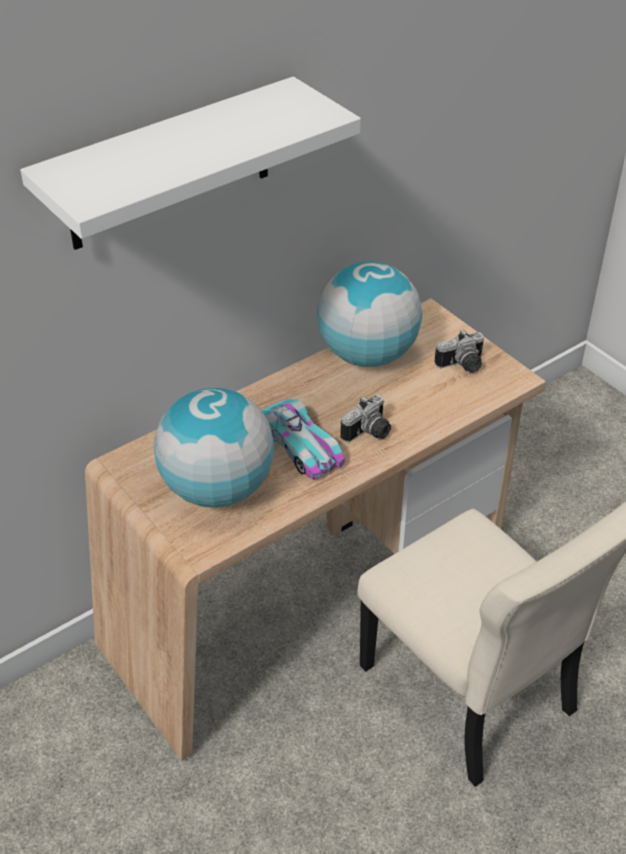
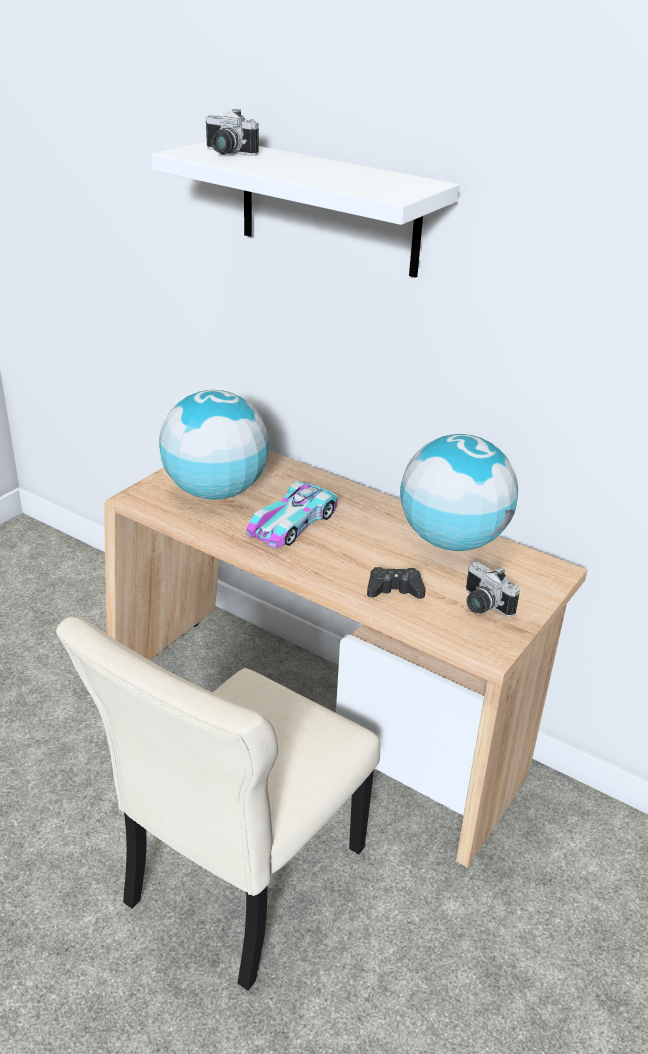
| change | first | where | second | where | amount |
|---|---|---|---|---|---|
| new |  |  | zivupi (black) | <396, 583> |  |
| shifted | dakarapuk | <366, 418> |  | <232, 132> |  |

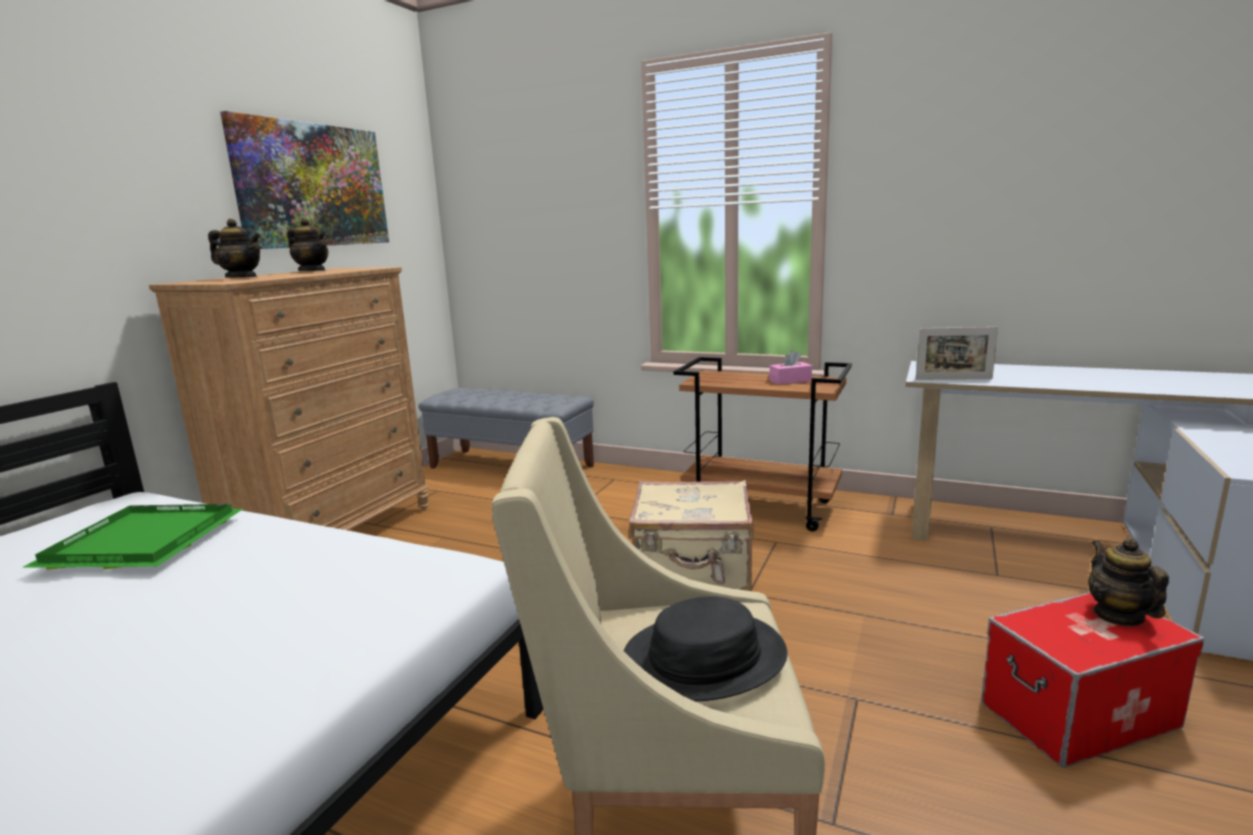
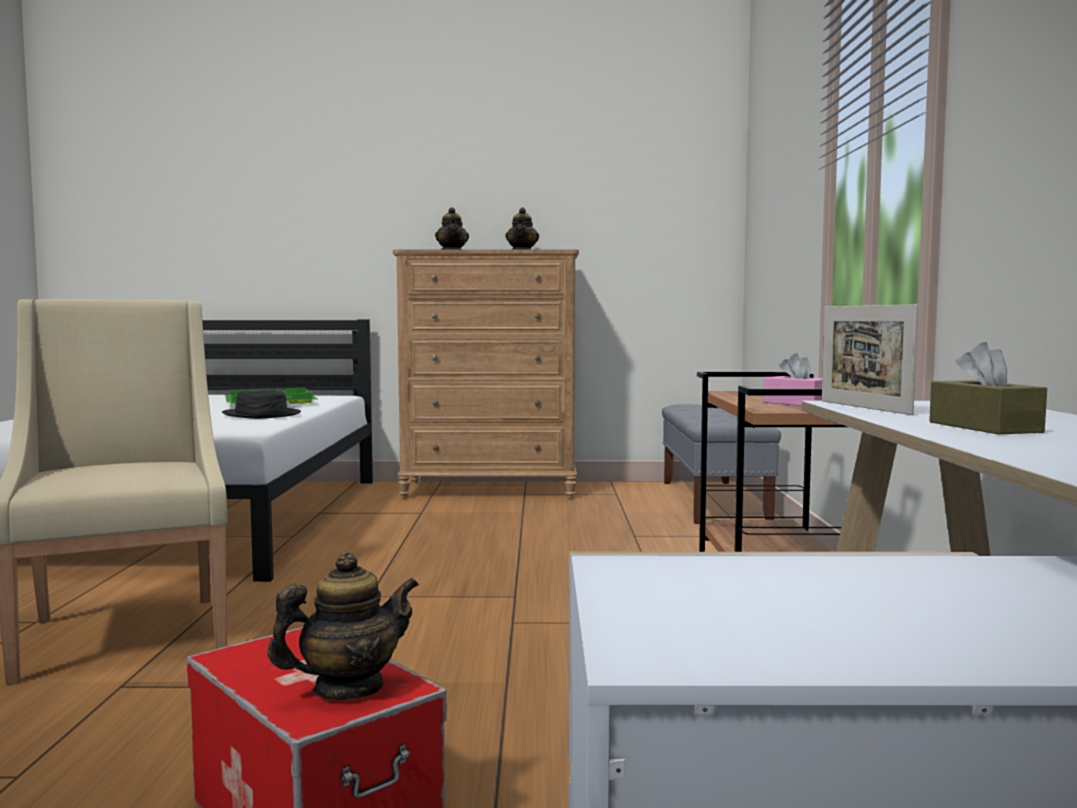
| change | first | where | second | where | amount |
|---|---|---|---|---|---|
| gone | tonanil | <304, 180> |  |  |  |
| gone | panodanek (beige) | <691, 535> |  |  |  |
| new |  |  | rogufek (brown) | <988, 388> |  |
| shifted | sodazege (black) | <705, 649> |  | <261, 404> |  |

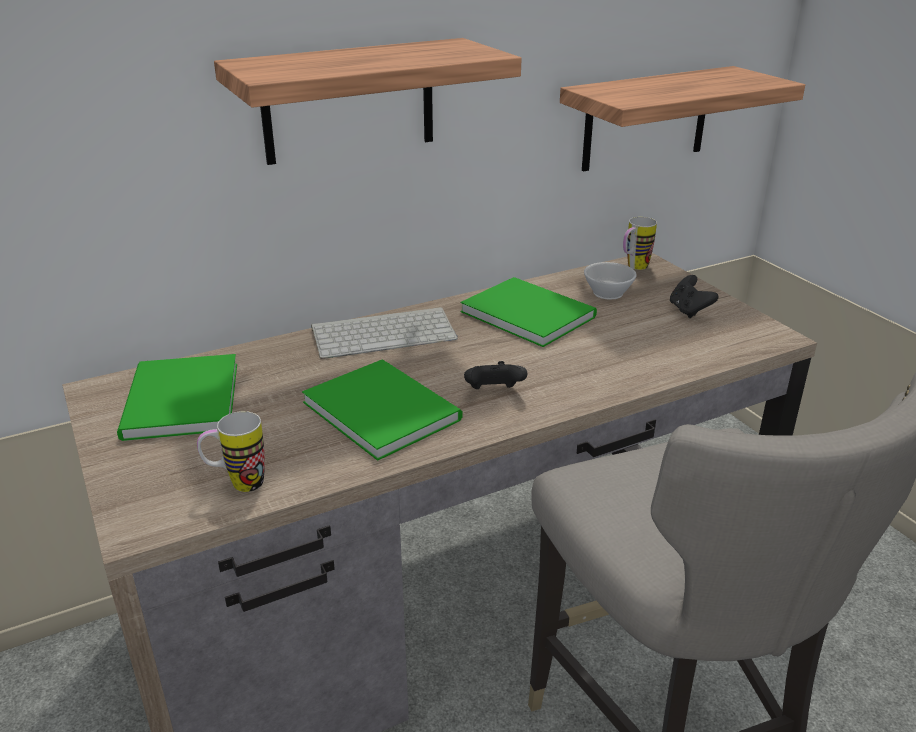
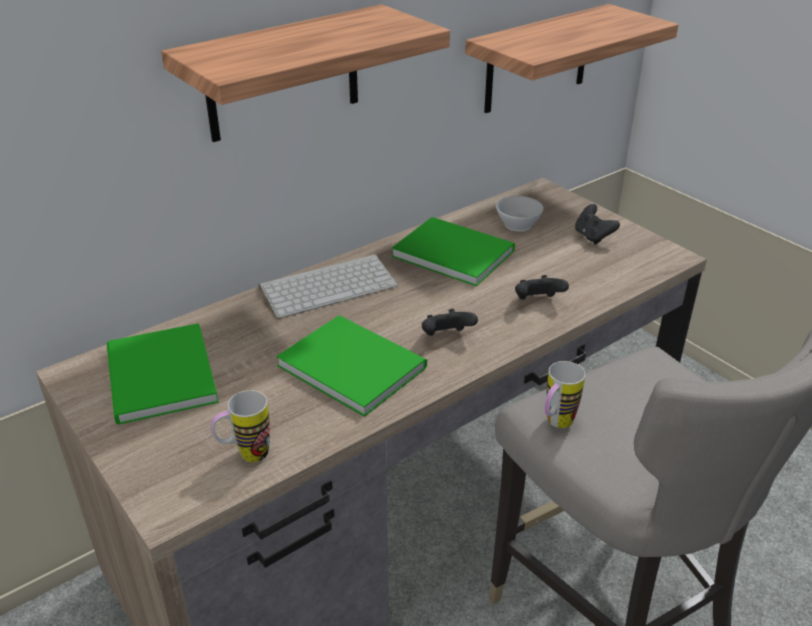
| change | first | where | second | where | amount |
|---|---|---|---|---|---|
| new |  |  | zivupi (black) | <542, 287> |  |
| shifted | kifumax | <640, 243> |  | <564, 394> |  |

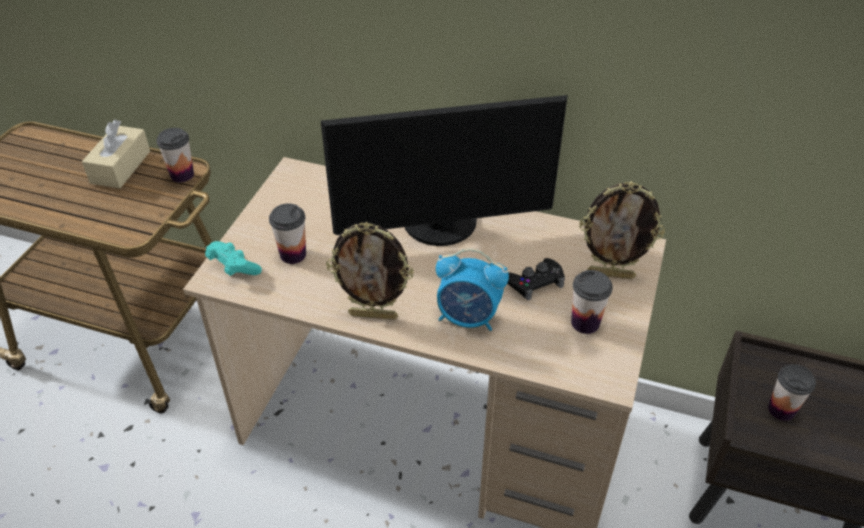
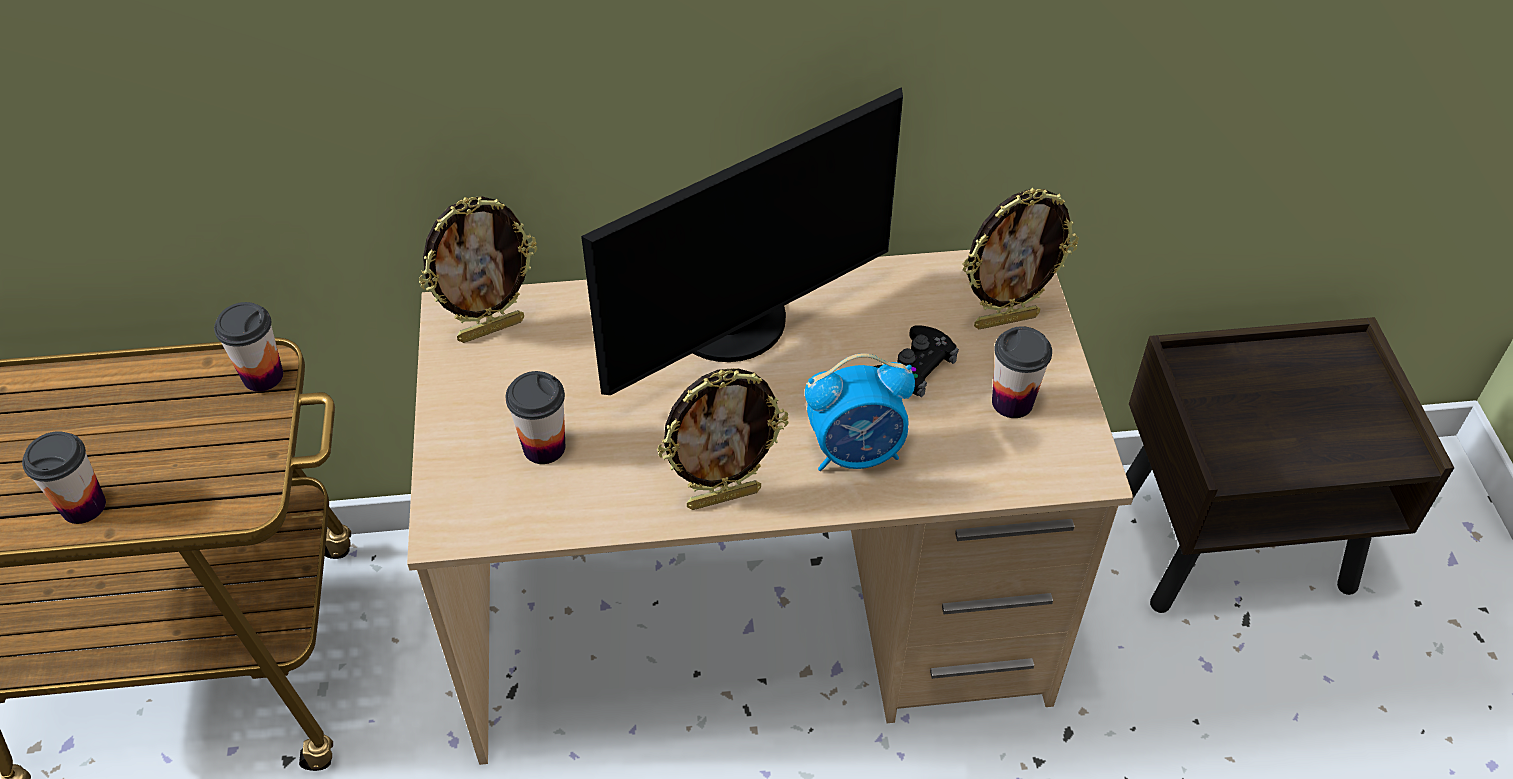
| change | first | where | second | where | amount |
|---|---|---|---|---|---|
| gone | rogufek (beige) | <116, 154> |  |  |  |
| gone | zivupi (turquoise) | <233, 258> |  |  |  |
| new |  |  | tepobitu | <478, 269> |  |
| shifted | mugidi | <792, 392> |  | <64, 477> |  |

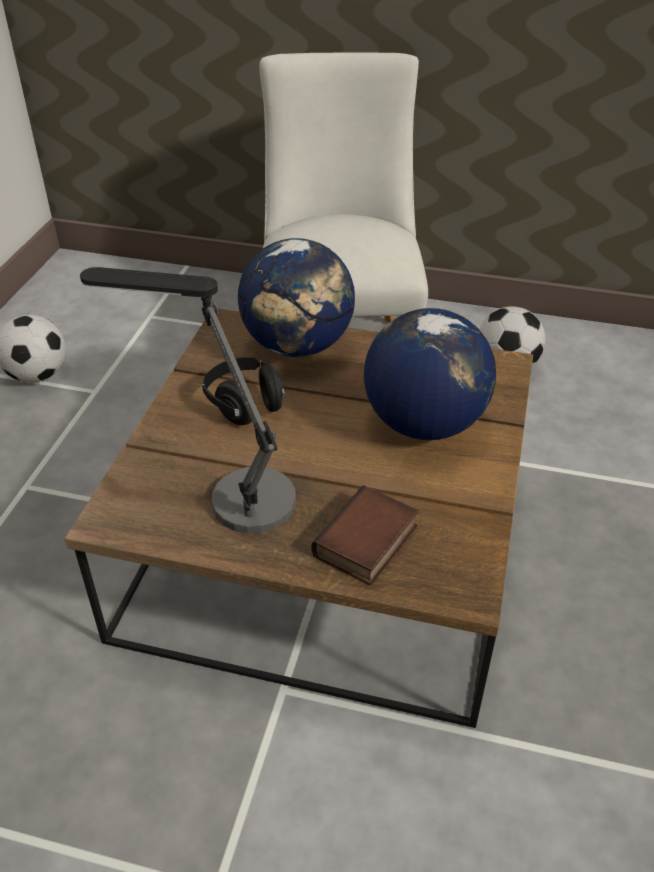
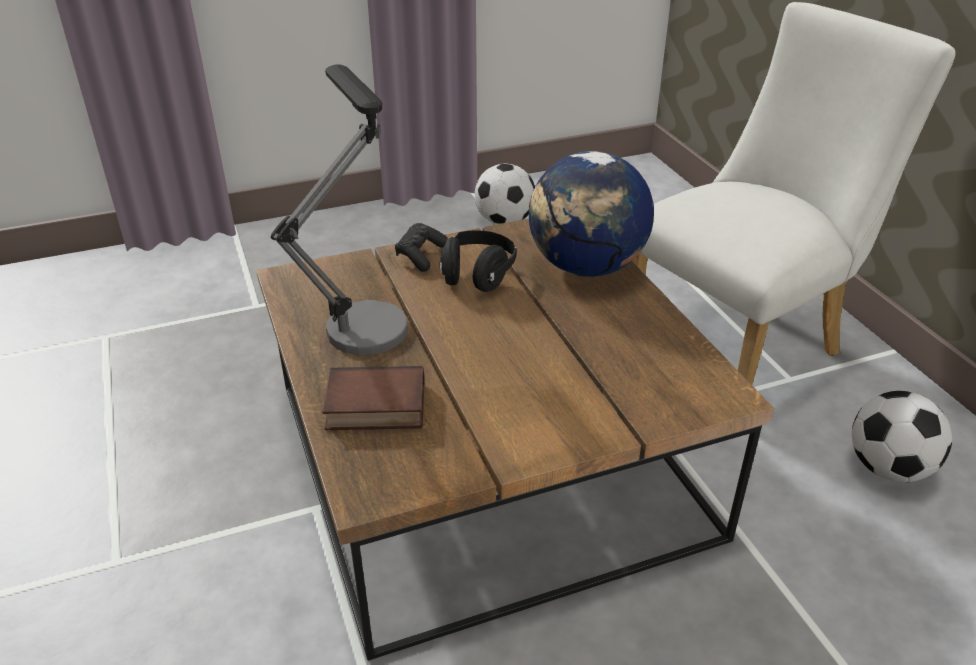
| change | first | where | second | where | amount |
|---|---|---|---|---|---|
| gone | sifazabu | <430, 374> |  |  |  |
| new |  |  | zivupi (black) | <421, 247> |  |

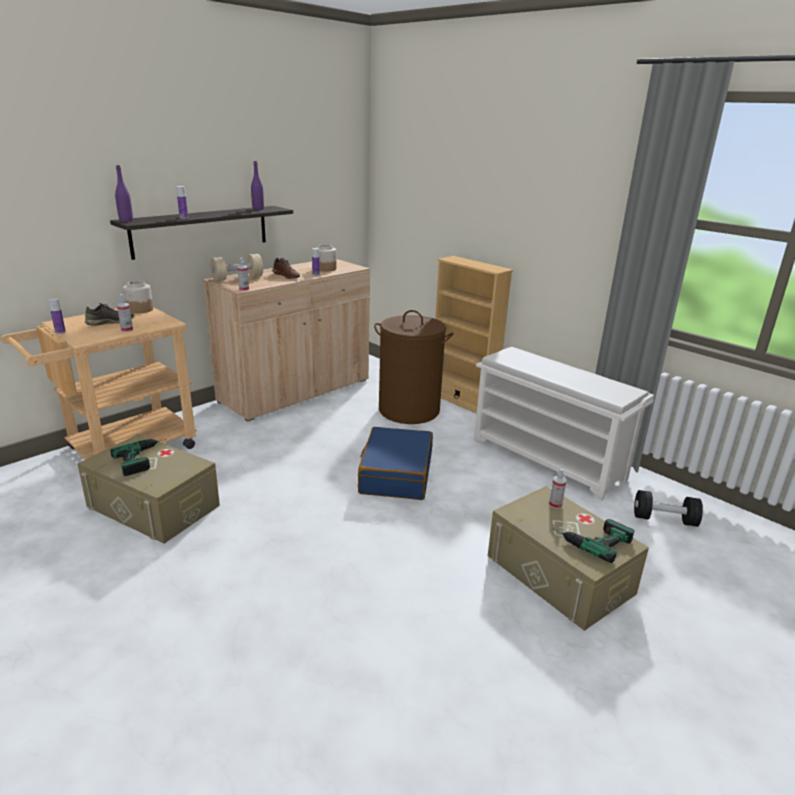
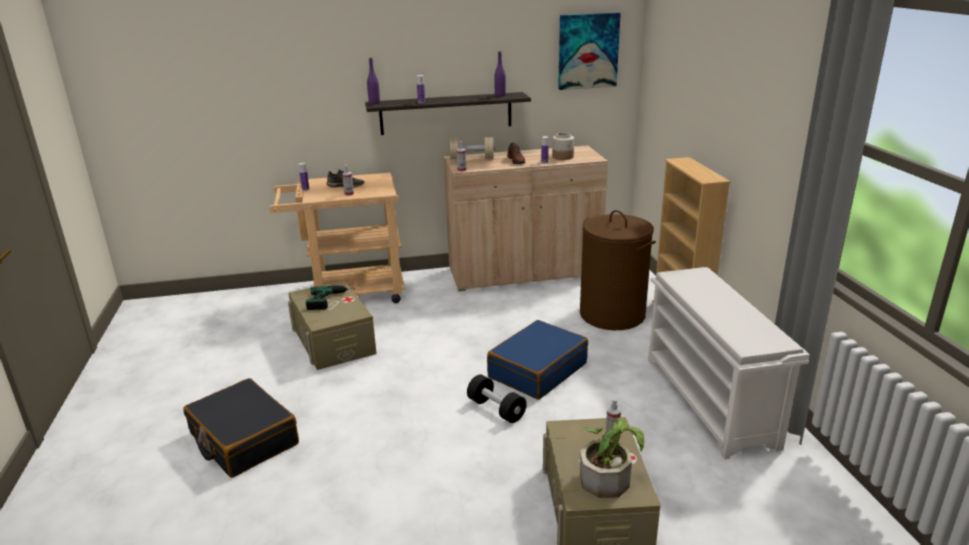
| change | first | where | second | where | amount |
|---|---|---|---|---|---|
| gone | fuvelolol | <138, 297> |  |  |  |
| new |  |  | panodanek (black) | <241, 428> |  |
| new |  |  | tonanil | <589, 51> |  |
| shifted | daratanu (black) | <668, 508> |  | <497, 398> |  |
| swapped | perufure | <593, 541> | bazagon | <612, 458> |  |

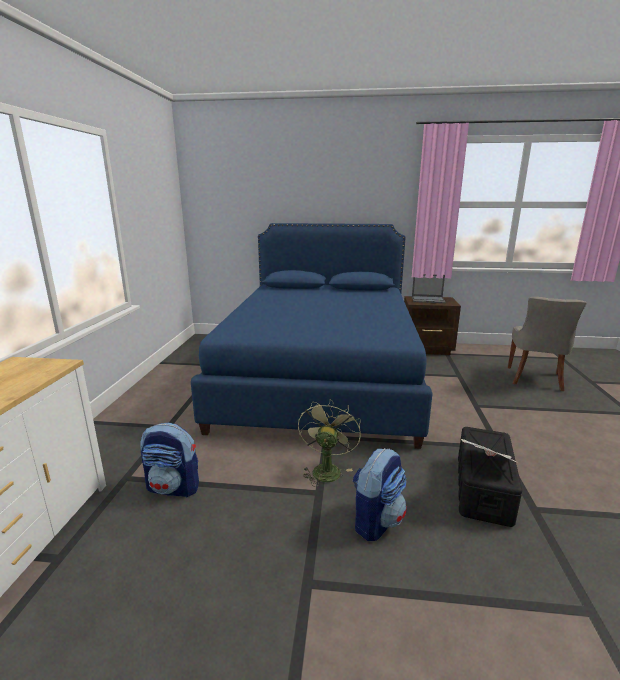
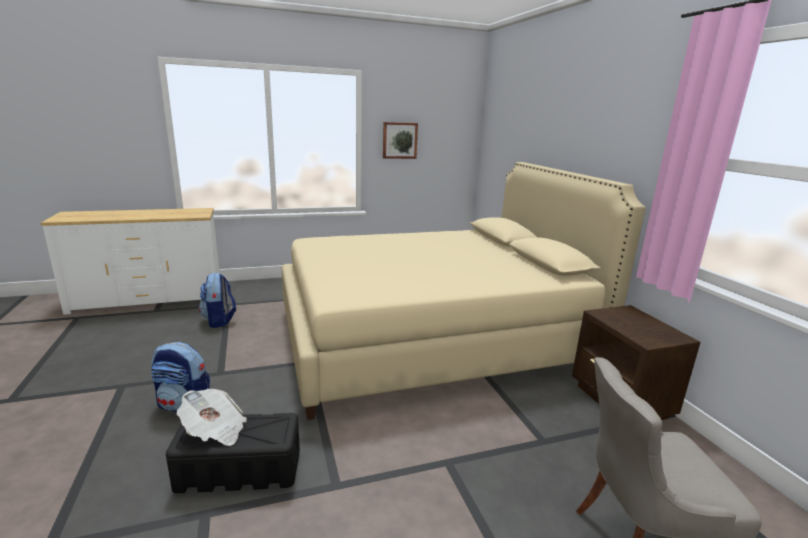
| change | first | where | second | where | amount |
|---|---|---|---|---|---|
| gone | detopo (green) | <329, 443> |  |  |  |
| gone | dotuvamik | <429, 288> |  |  |  |
| new |  |  | tonanil | <400, 140> |  |
| repainted | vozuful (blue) | <312, 336> | vozuful (beige) | <464, 291> |  |

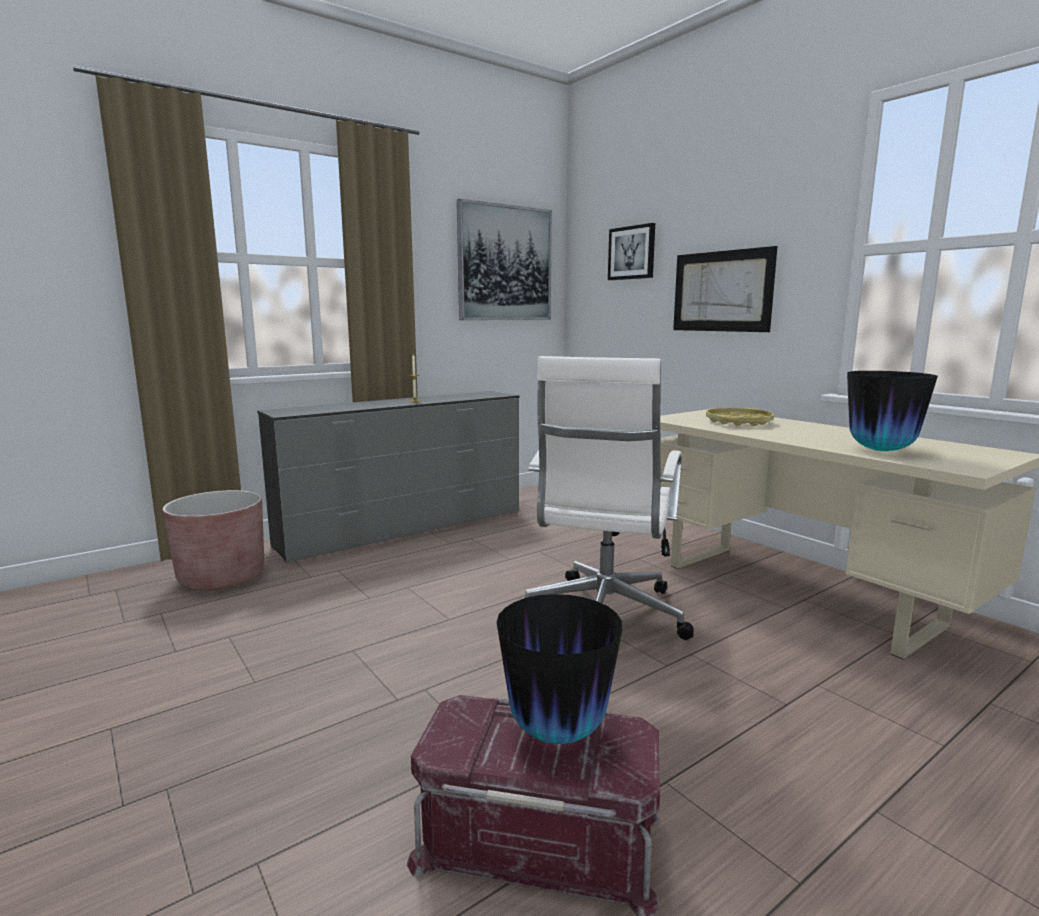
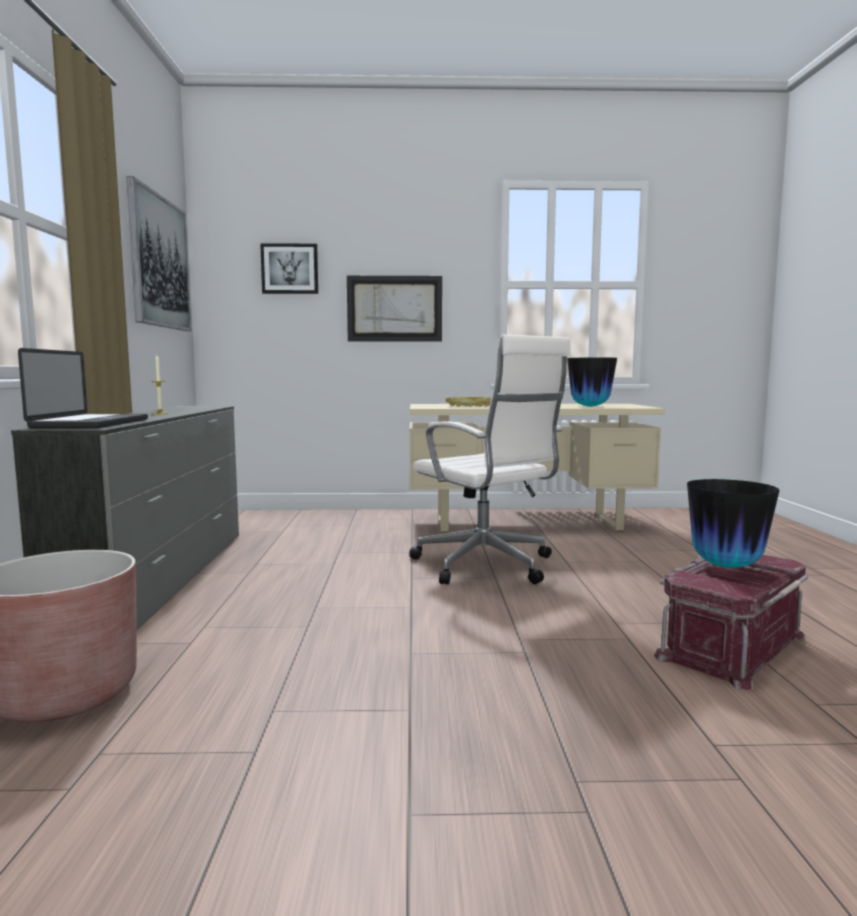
| change | first | where | second | where | amount |
|---|---|---|---|---|---|
| new |  |  | dotuvamik | <83, 388> |  |

